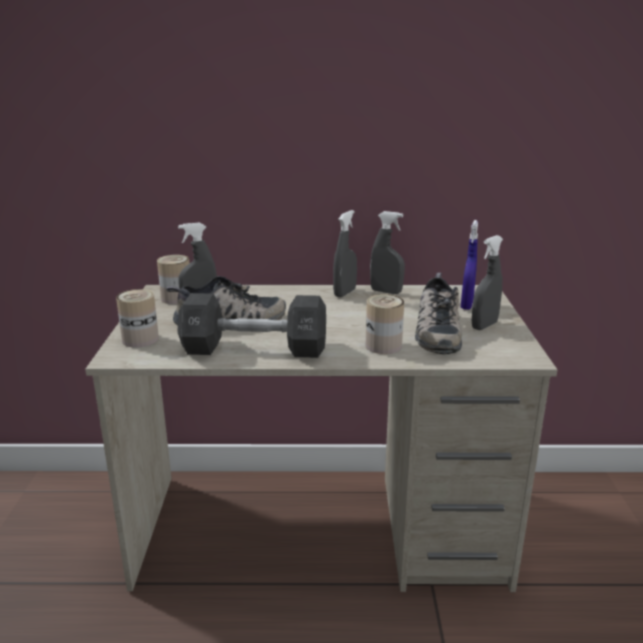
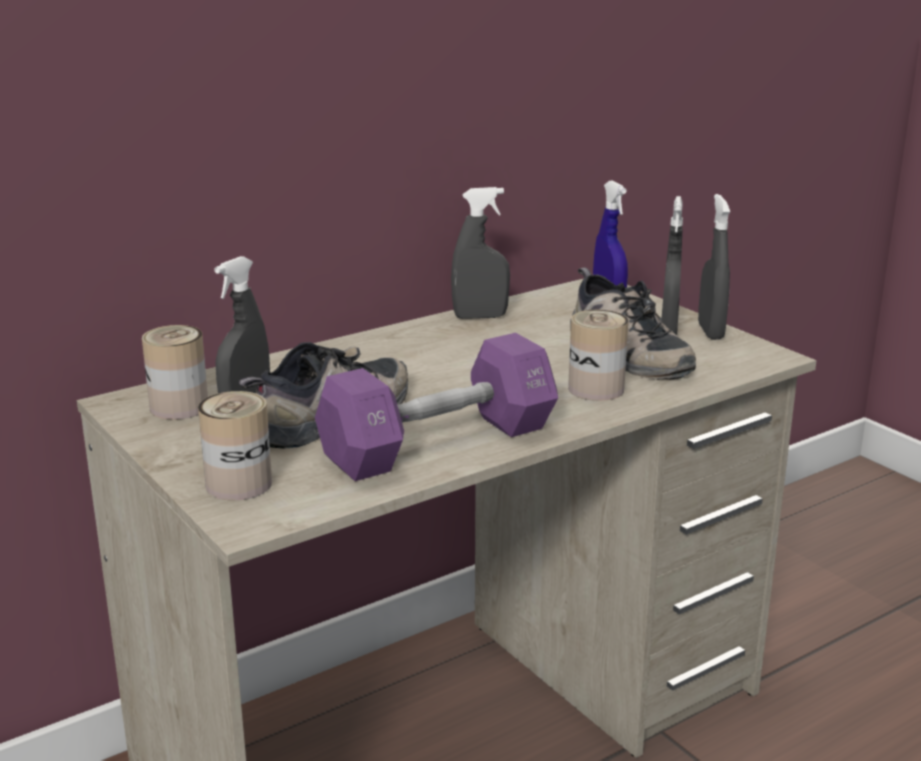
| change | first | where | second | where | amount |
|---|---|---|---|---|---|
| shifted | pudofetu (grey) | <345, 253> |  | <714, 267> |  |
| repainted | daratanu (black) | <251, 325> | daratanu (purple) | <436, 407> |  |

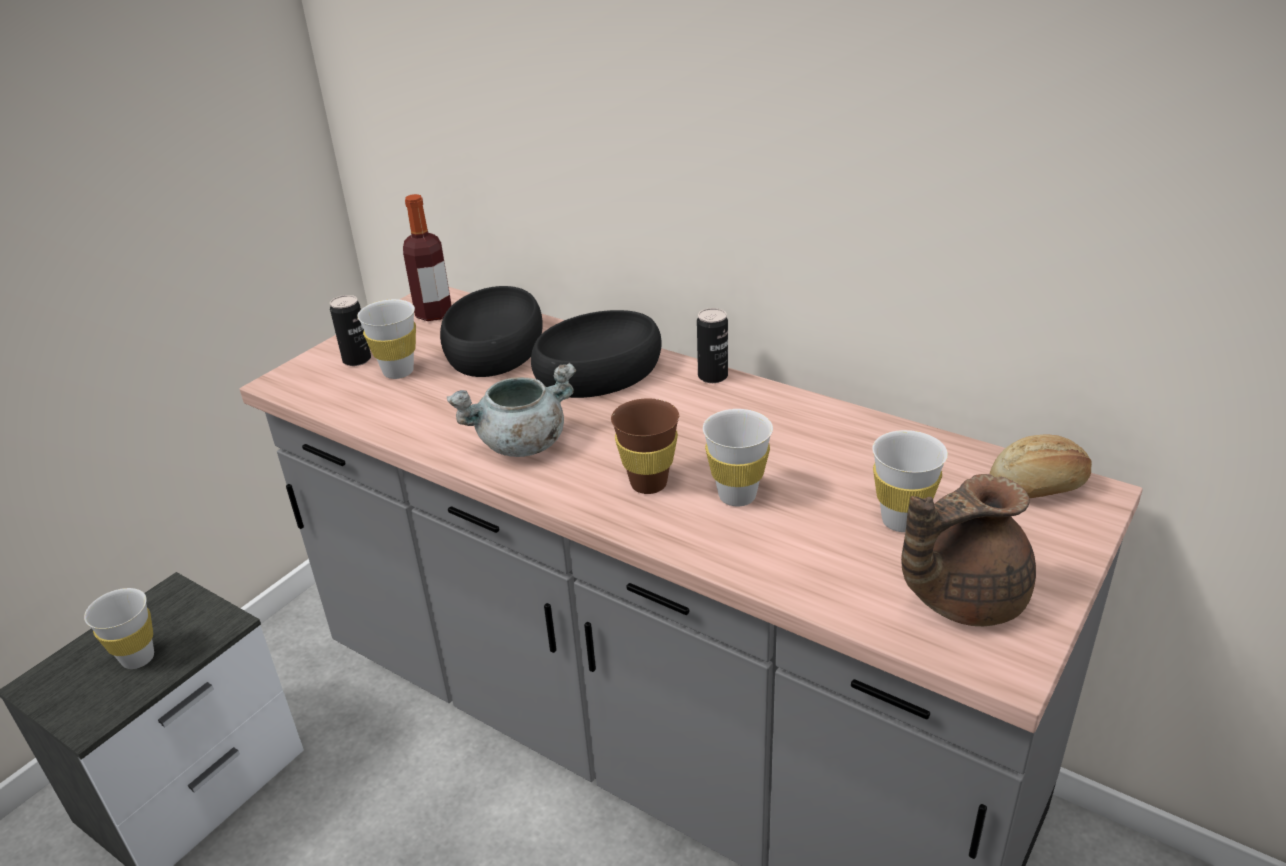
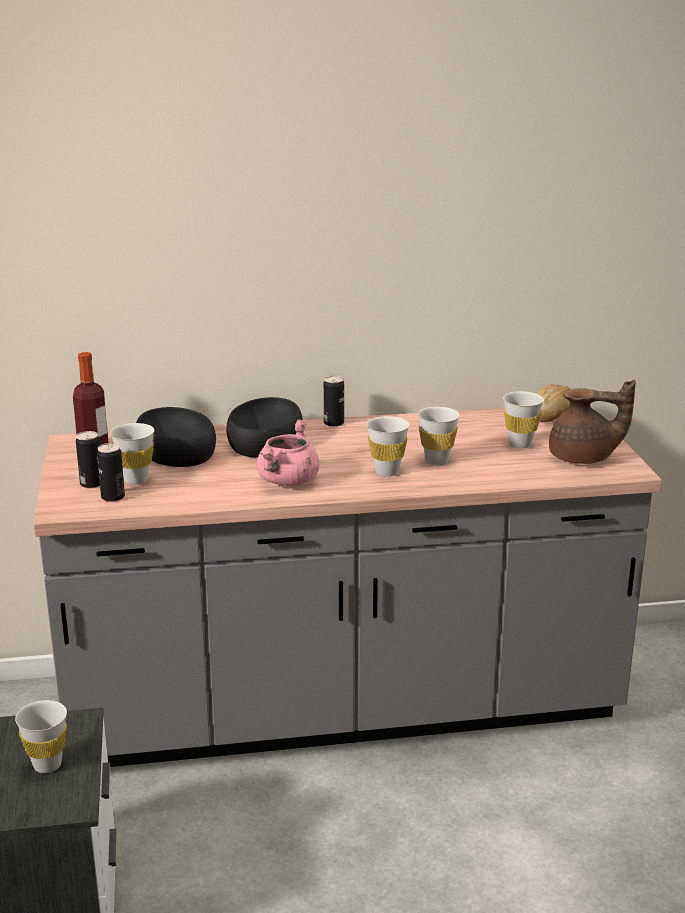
| change | first | where | second | where | amount |
|---|---|---|---|---|---|
| new |  |  | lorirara | <111, 472> |  |
| repainted | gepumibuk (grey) | <511, 410> | gepumibuk (pink) | <288, 452> |  |
| repainted | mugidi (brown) | <645, 446> | mugidi (white) | <388, 446> |  |
| rotated | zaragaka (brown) | <968, 550> |  | <592, 422> | 105 degrees counterclockwise |

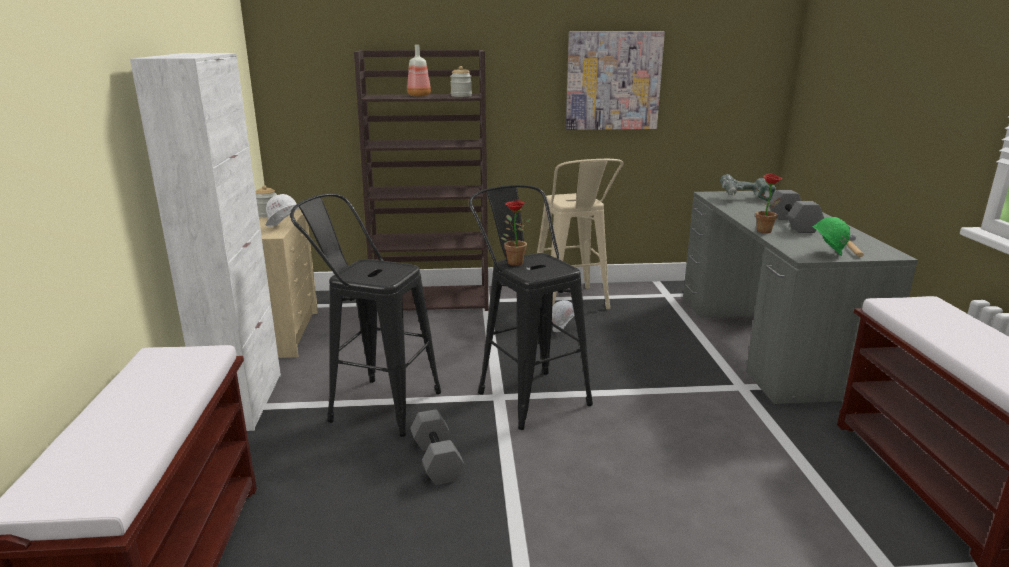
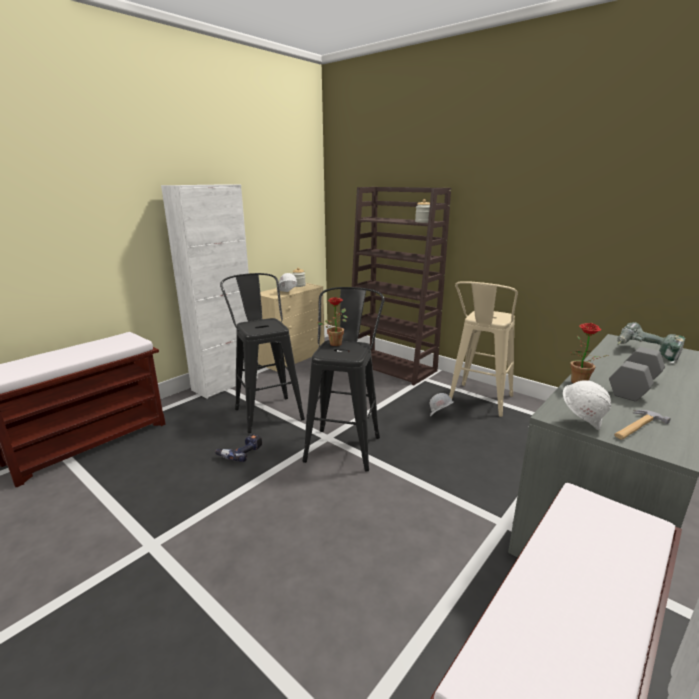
| change | first | where | second | where | amount |
|---|---|---|---|---|---|
| gone | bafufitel | <419, 71> |  |  |  |
| gone | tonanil | <615, 80> |  |  |  |
| swapped | daratanu (grey) | <437, 447> | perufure | <238, 448> |  |
| repainted | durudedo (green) | <831, 236> | durudedo (white) | <587, 405> |  |

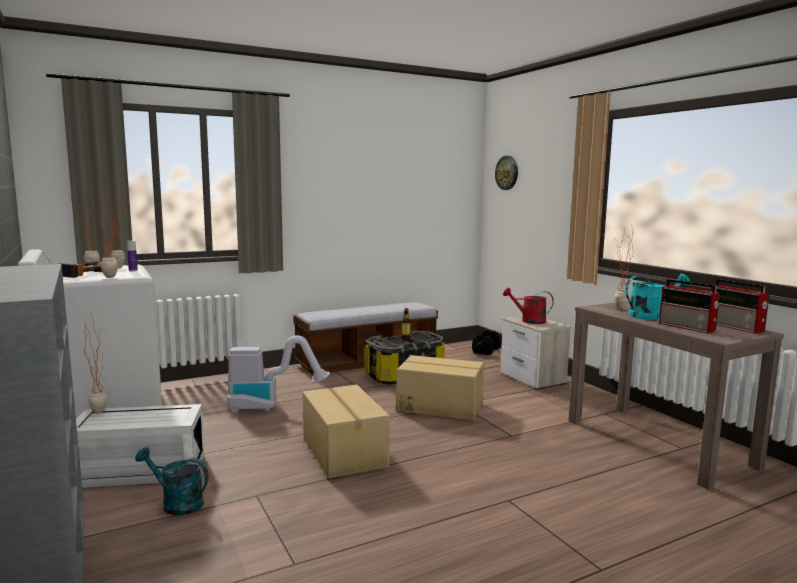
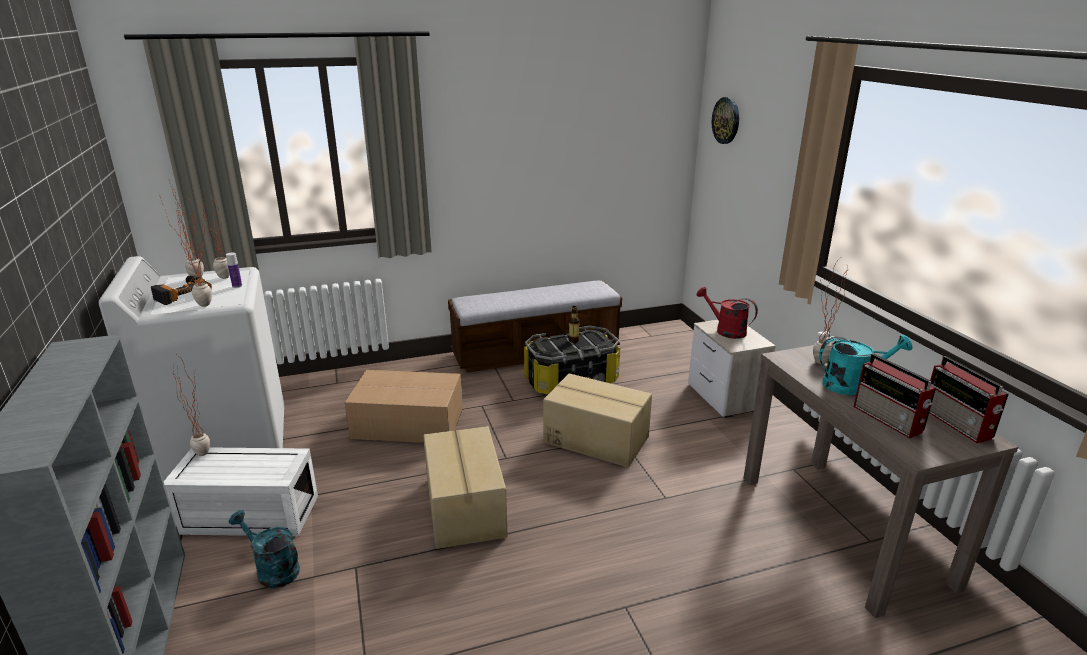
| change | first | where | second | where | amount |
|---|---|---|---|---|---|
| gone | daratanu (black) | <486, 342> |  |  |  |
| swapped | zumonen | <278, 374> | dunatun | <404, 406> |  |

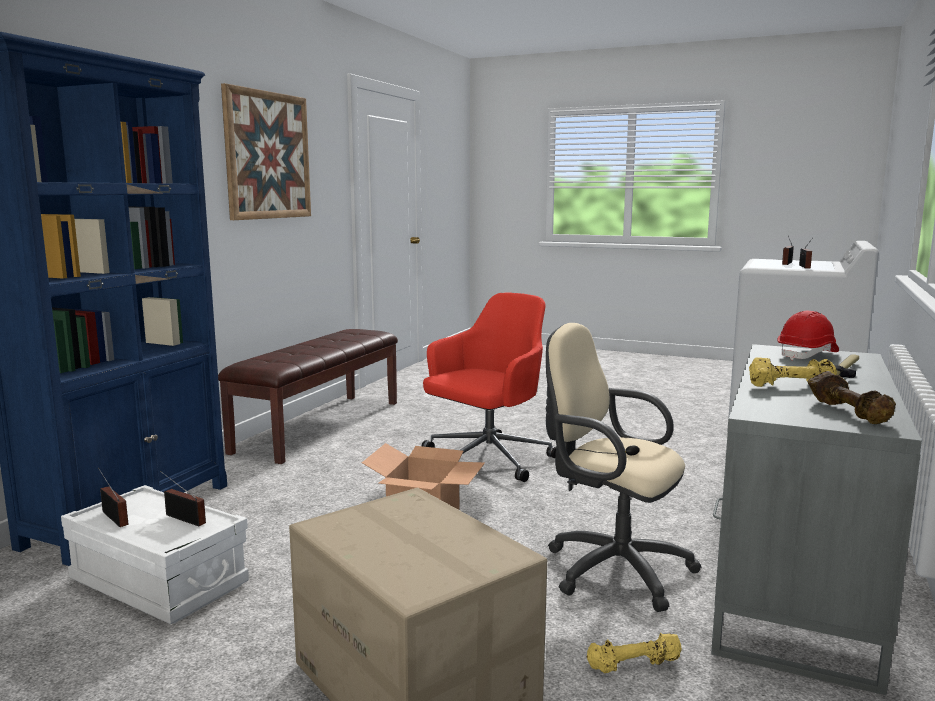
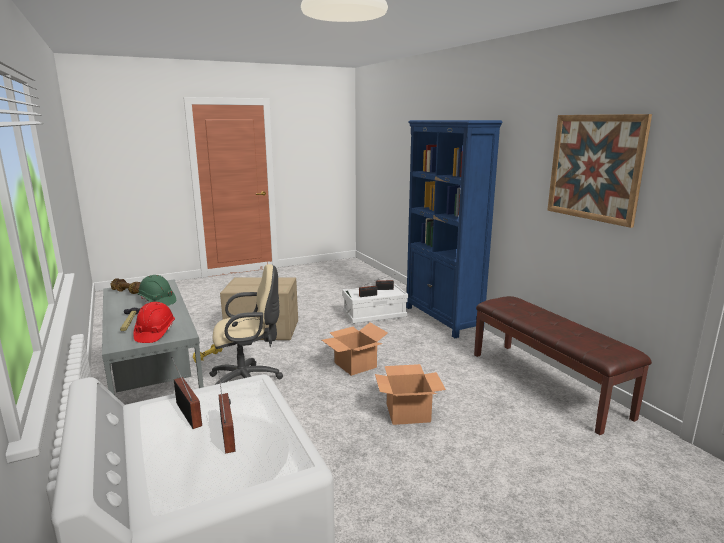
| change | first | where | second | where | amount |
|---|---|---|---|---|---|
| swapped | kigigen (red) | <489, 387> | dunatun | <410, 394> |  |
| swapped | daratanu (yellow) | <793, 372> | durudedo (green) | <157, 290> |  |

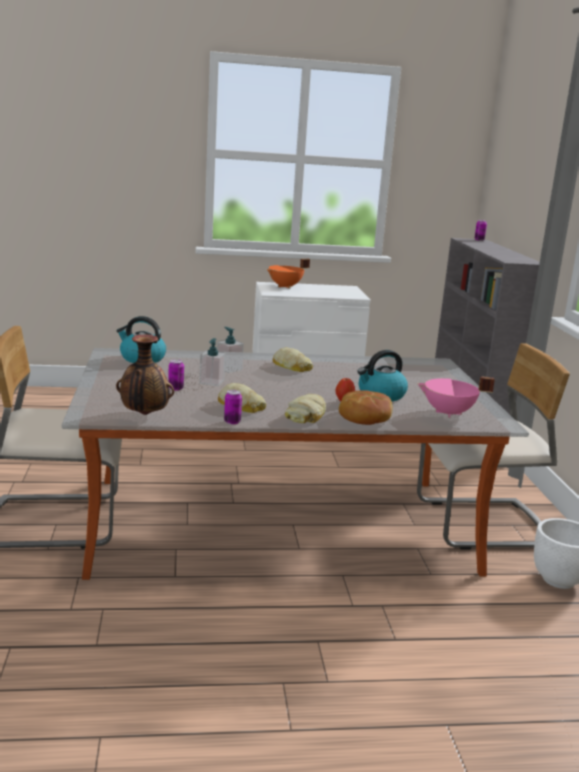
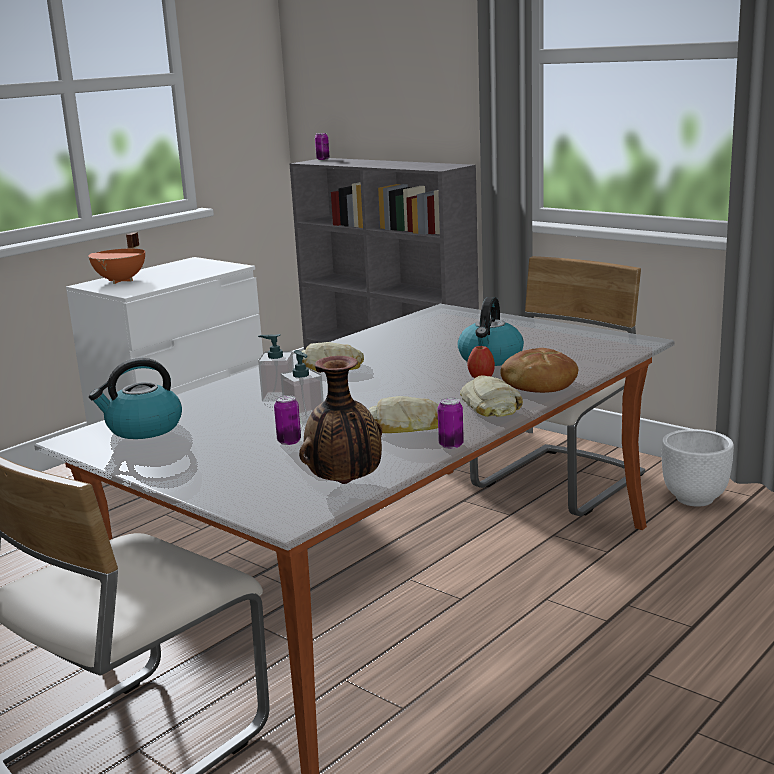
| change | first | where | second | where | amount |
|---|---|---|---|---|---|
| gone | gepumibuk (pink) | <456, 397> |  |  |  |

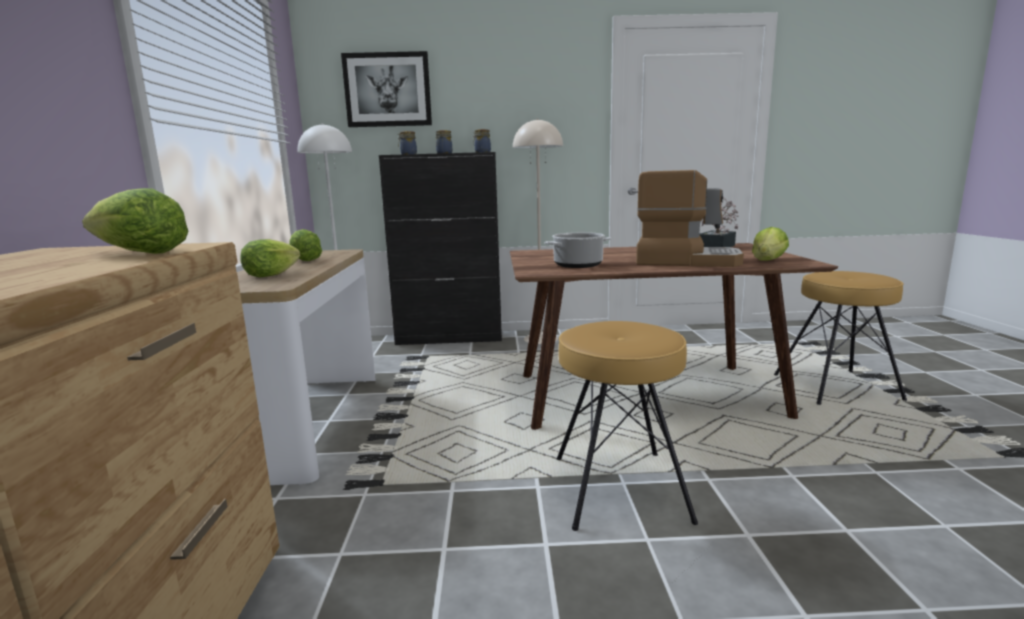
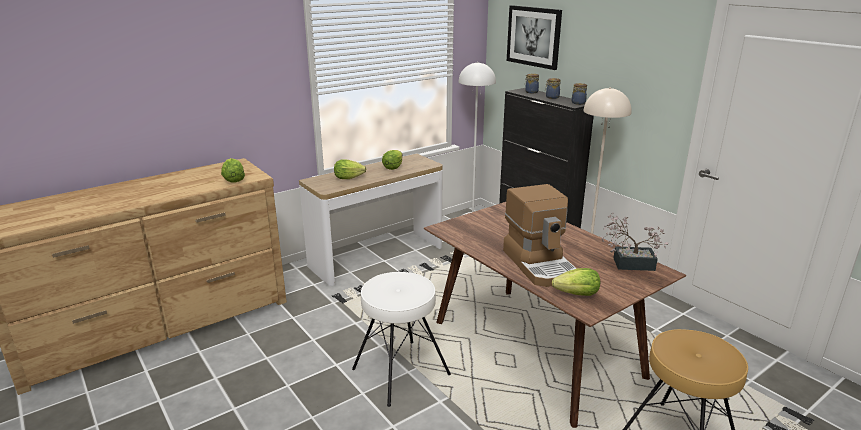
| change | first | where | second | where | amount |
|---|---|---|---|---|---|
| gone | gepumibuk | <577, 250> |  |  |  |
| repainted | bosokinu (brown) | <627, 426> | bosokinu (white) | <401, 339> |  |

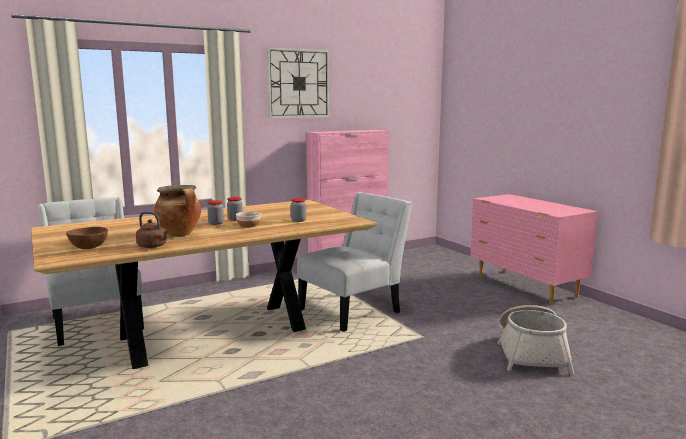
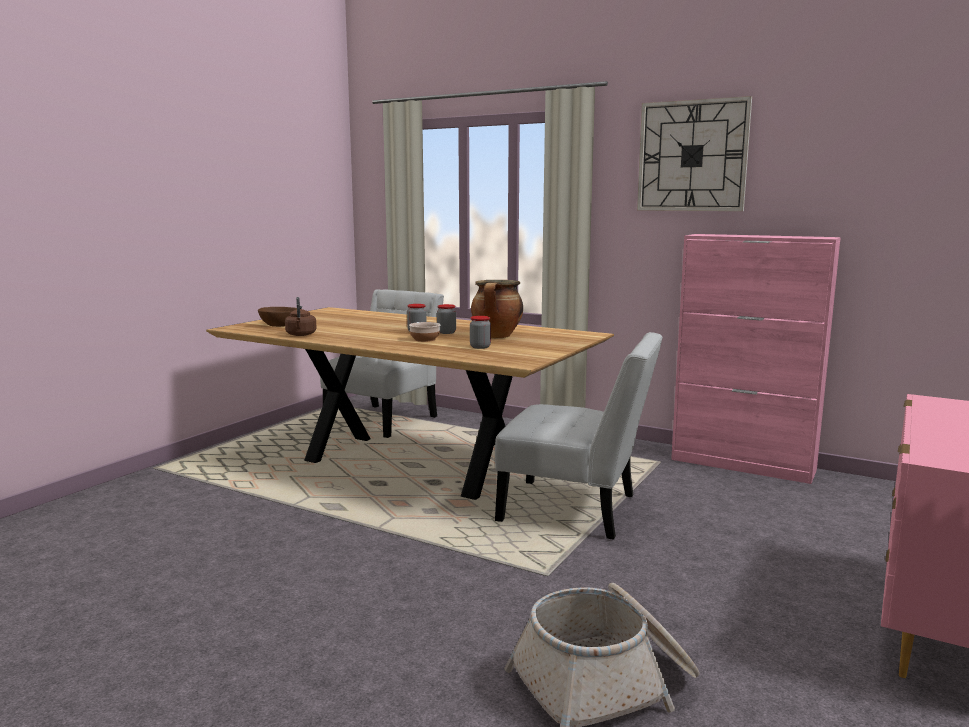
| change | first | where | second | where | amount |
|---|---|---|---|---|---|
| shifted | gepumibuk | <177, 211> |  | <497, 309> |  |

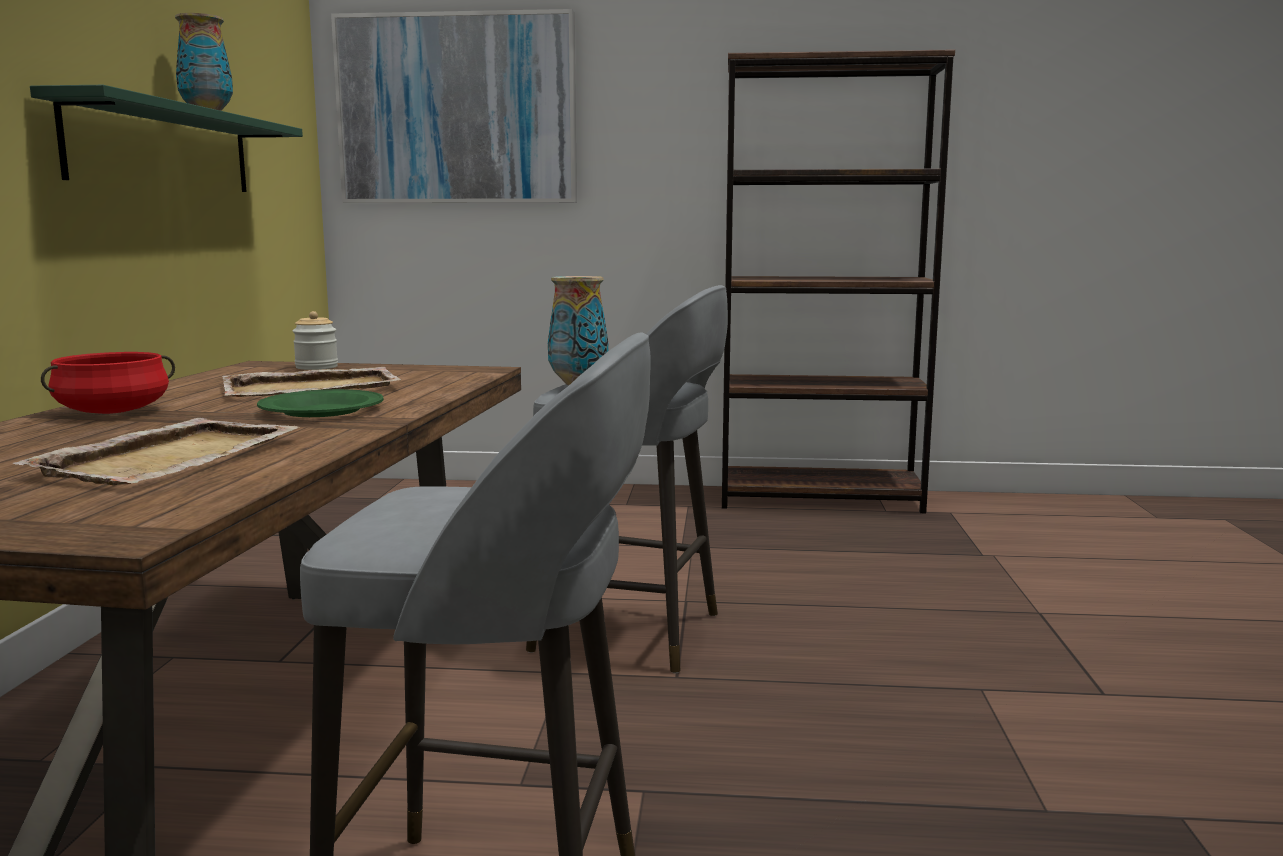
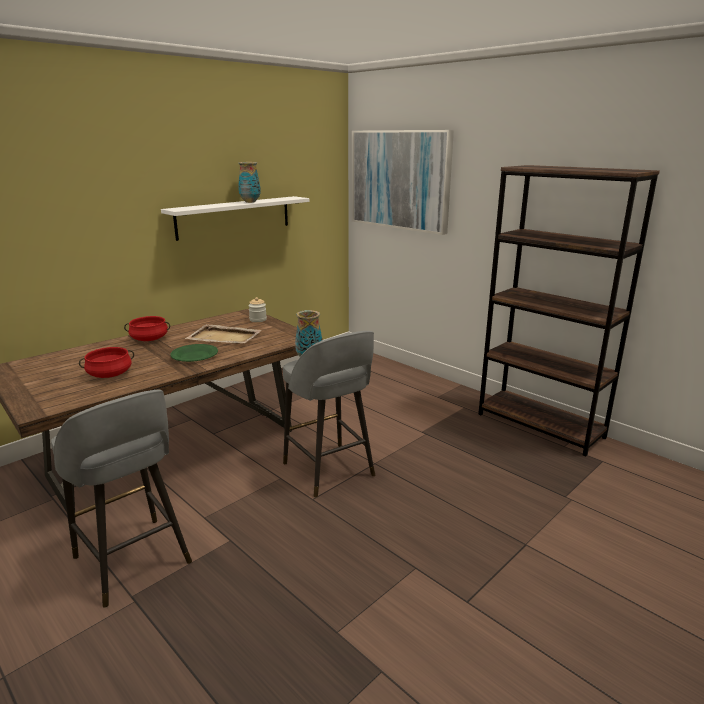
| change | first | where | second | where | amount |
|---|---|---|---|---|---|
| swapped | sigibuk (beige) | <156, 451> | gepumibuk (red) | <106, 362> |  |
| repainted | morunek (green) | <166, 138> | morunek (white) | <235, 218> |  |

